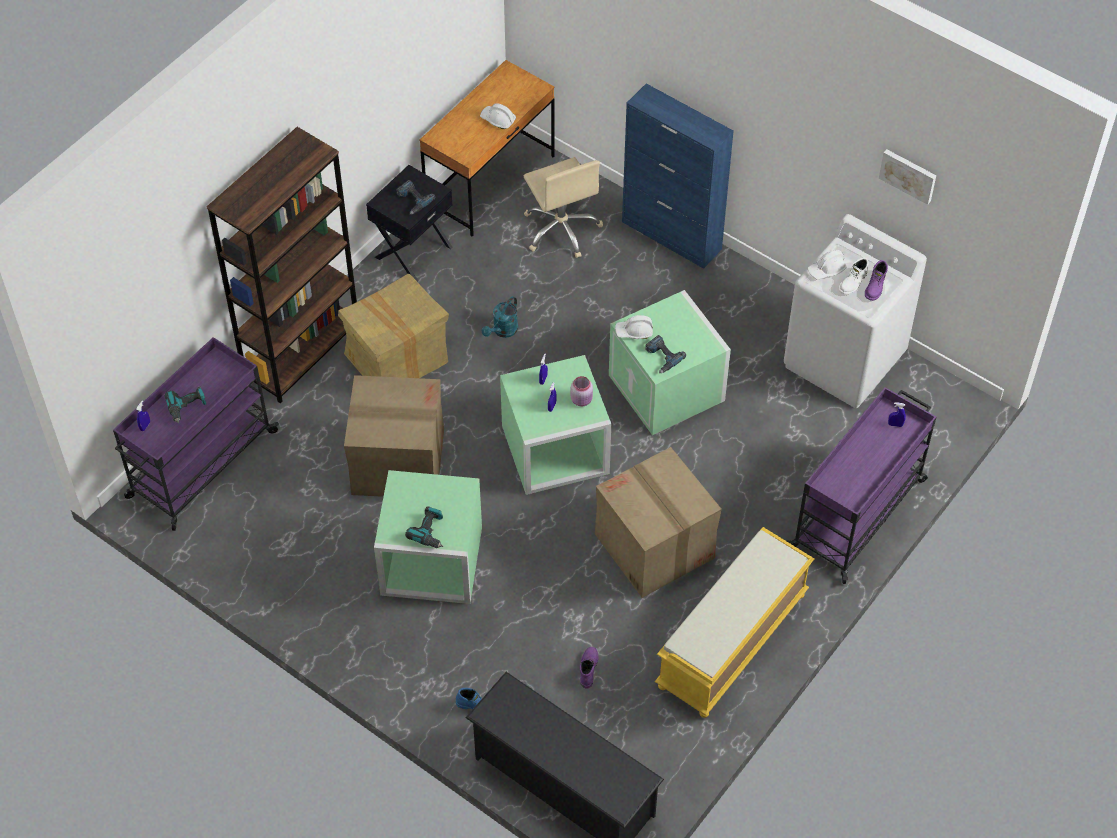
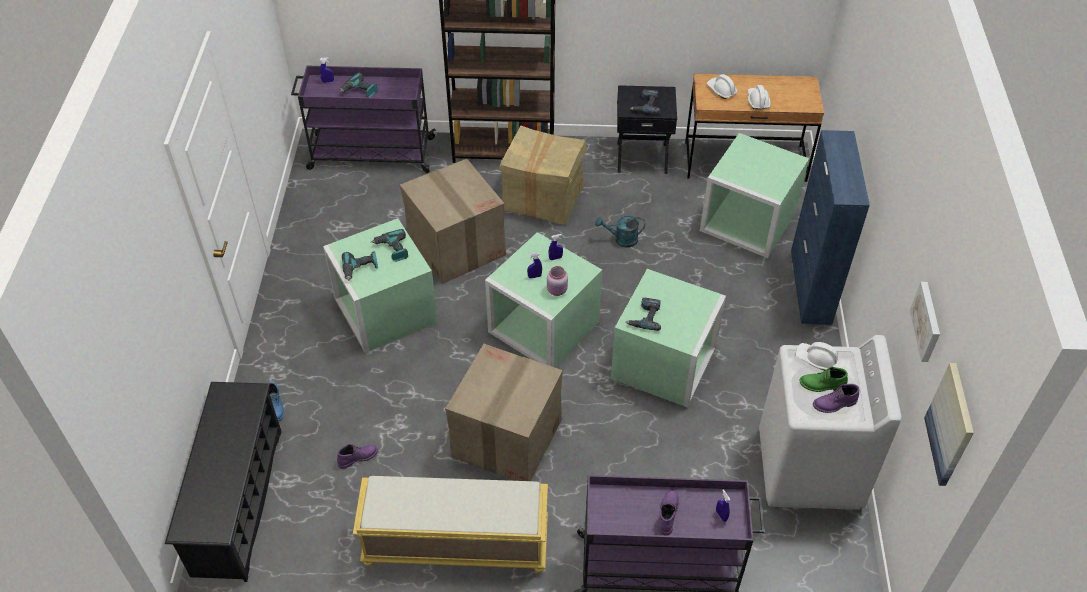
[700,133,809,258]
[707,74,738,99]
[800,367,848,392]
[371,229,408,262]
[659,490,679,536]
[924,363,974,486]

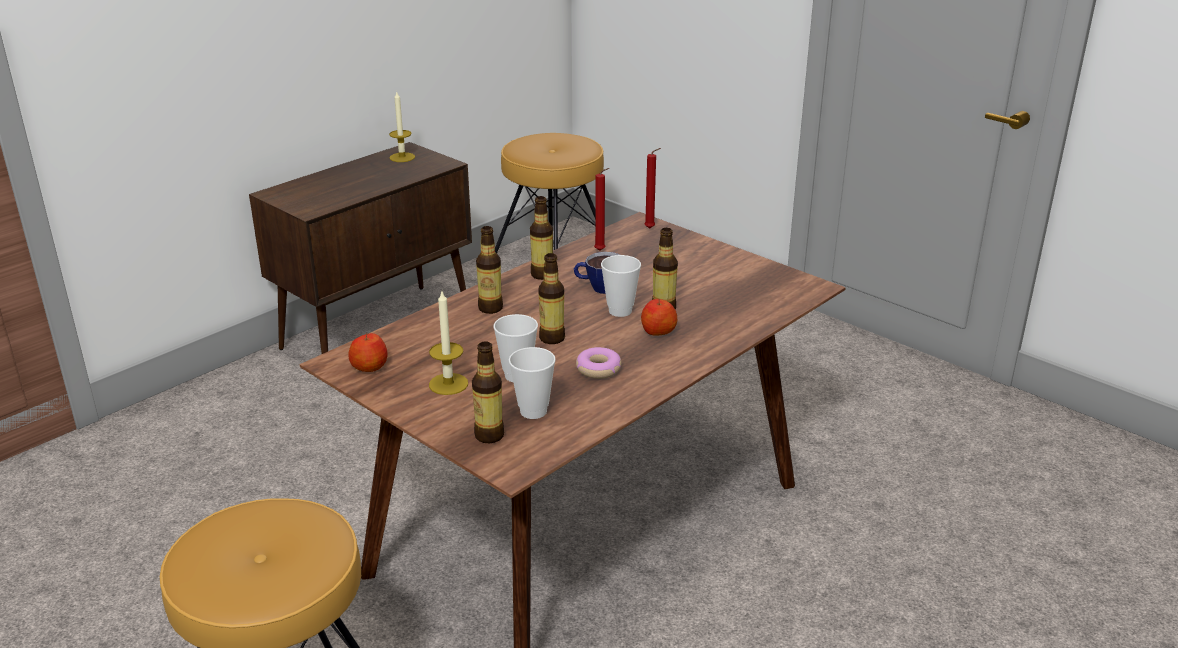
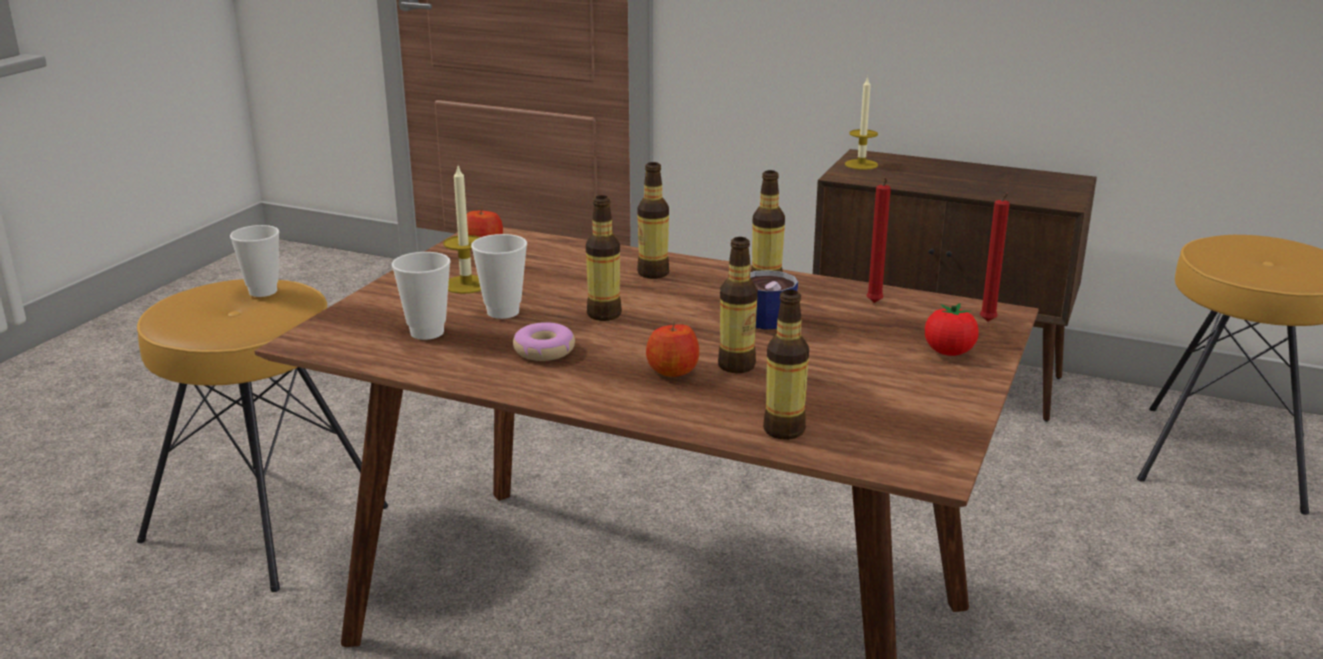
[845,76,878,170]
[763,290,809,440]
[230,225,279,297]
[925,303,979,356]

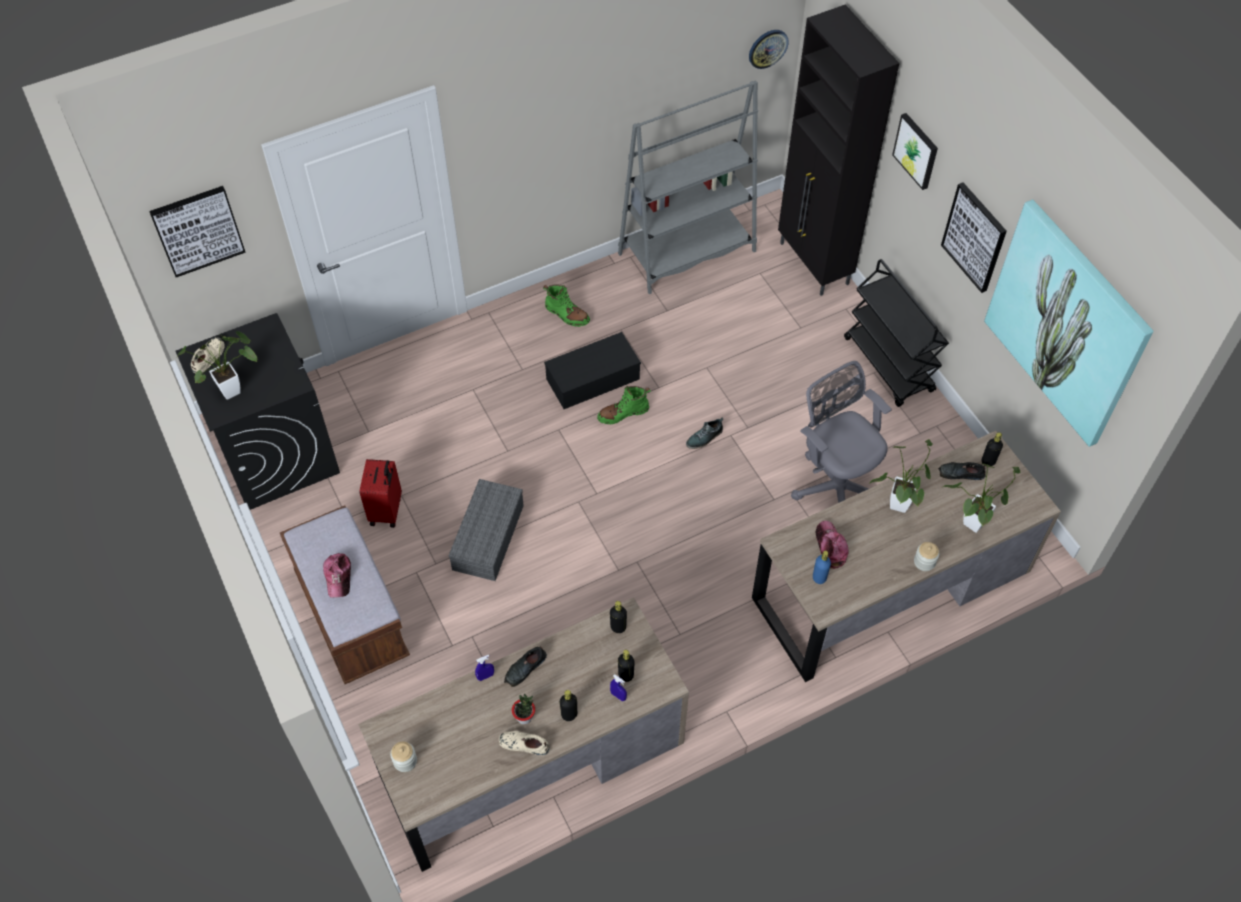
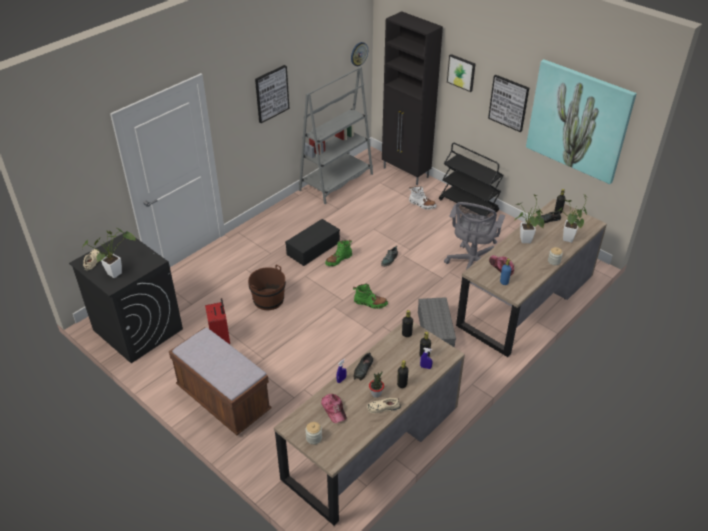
[255,65,289,123]
[321,394,347,423]
[418,297,456,348]
[353,284,388,309]
[444,202,505,270]
[248,265,286,310]
[409,186,437,210]

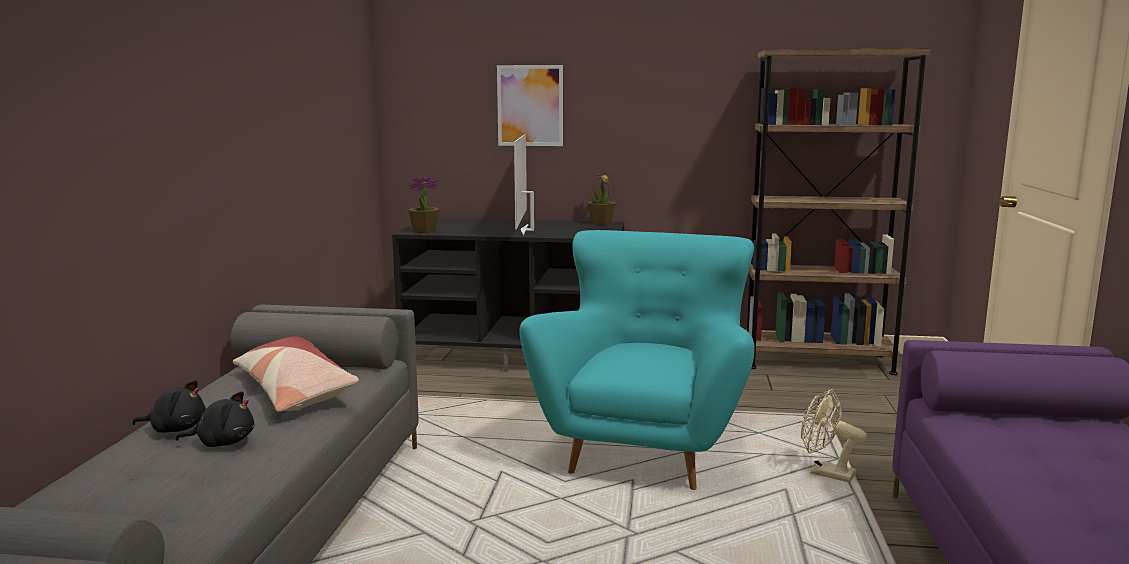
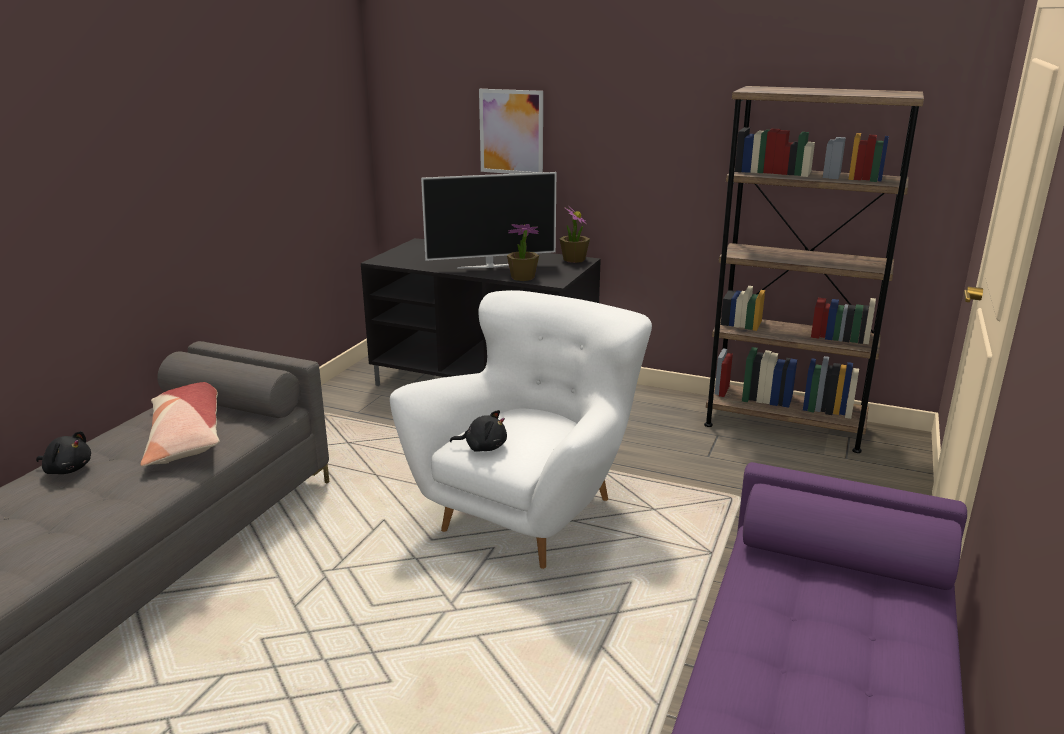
[450,410,507,452]
[507,224,539,281]
[421,172,556,268]
[390,290,652,569]
[801,389,867,483] (first image)

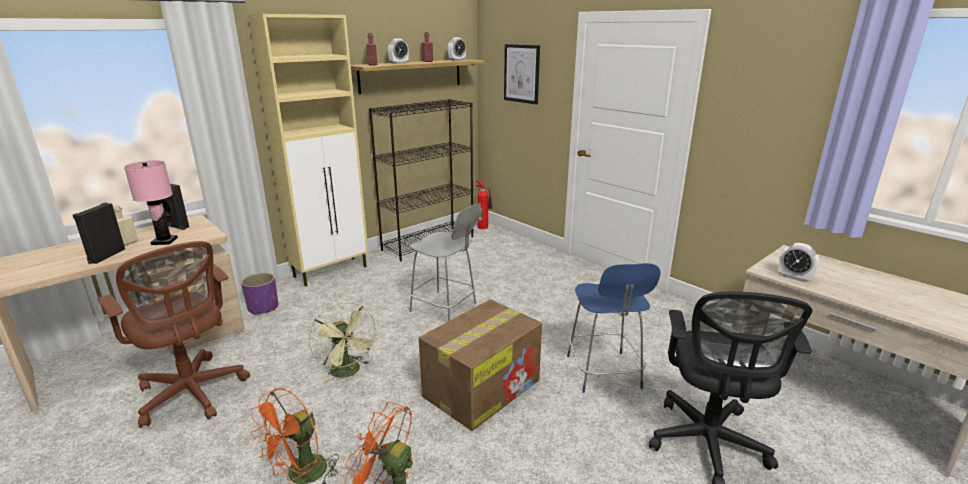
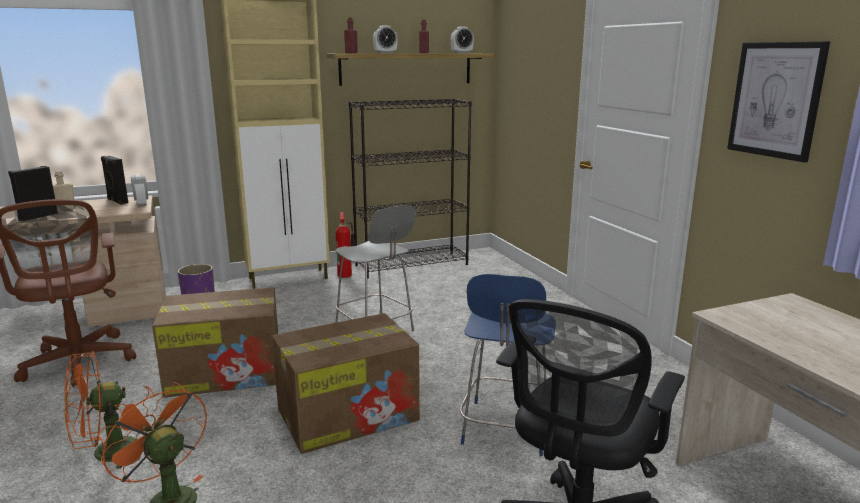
[124,161,178,245] (first image)
[152,287,278,398]
[336,212,356,278]
[727,41,830,163]
[131,174,148,207]

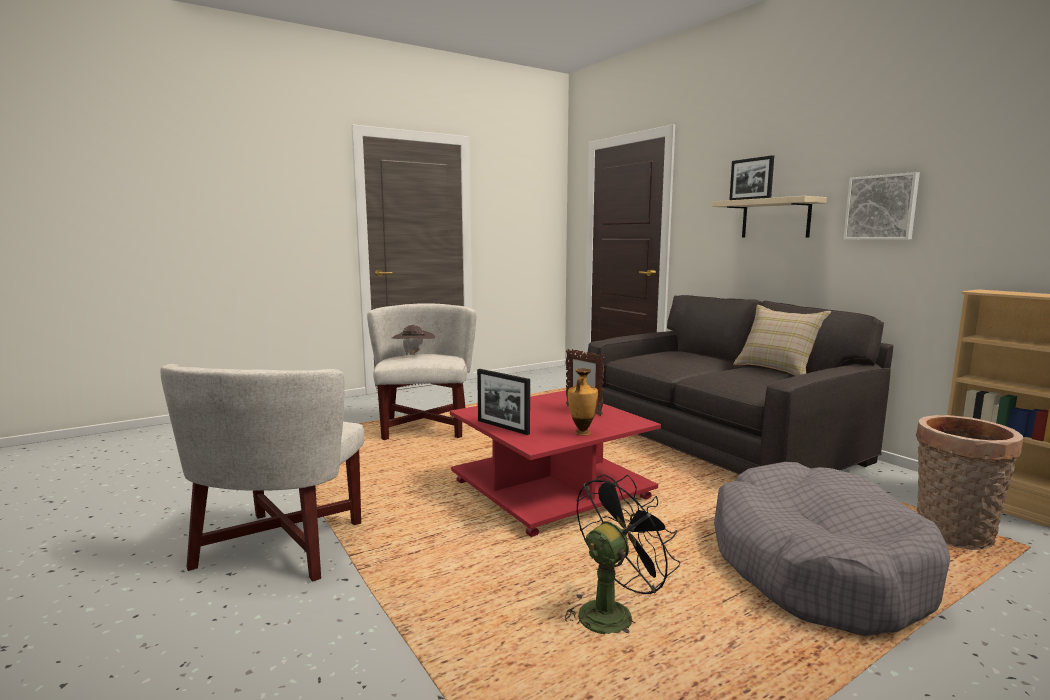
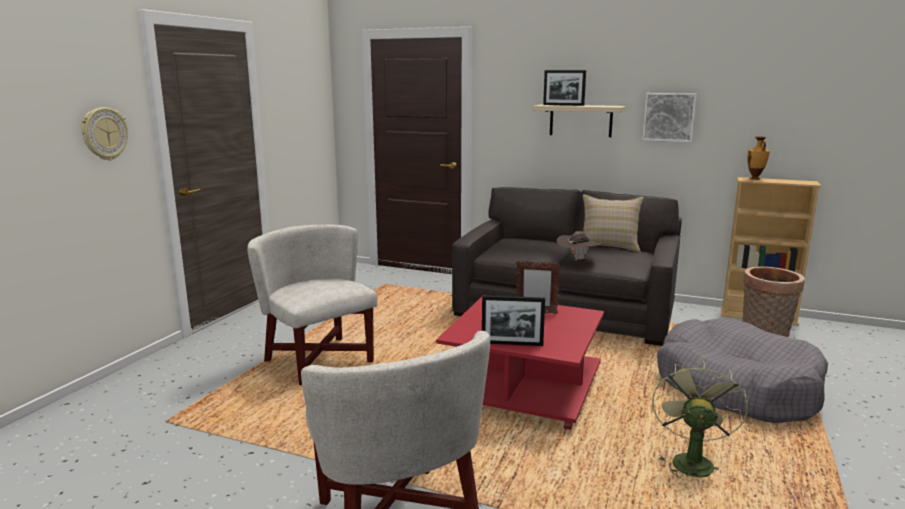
[557,231,602,261]
[652,360,748,478]
[747,136,770,180]
[81,107,128,160]

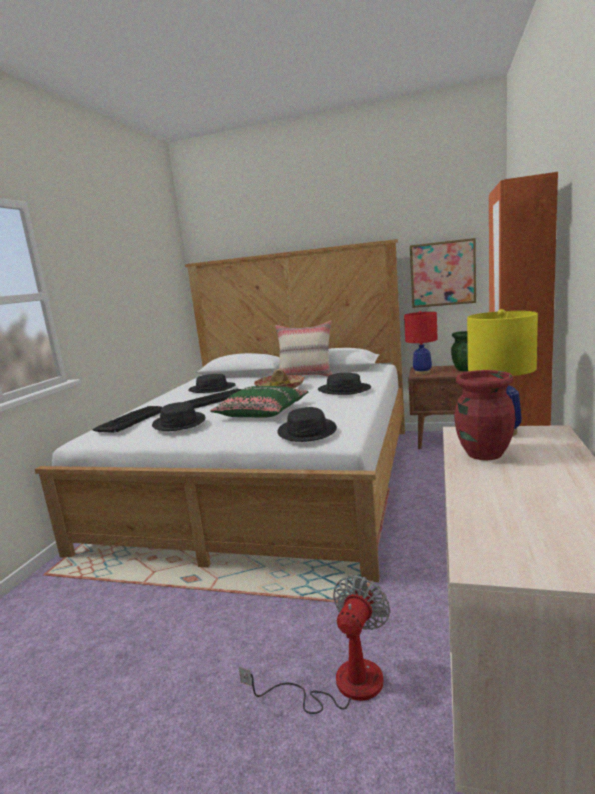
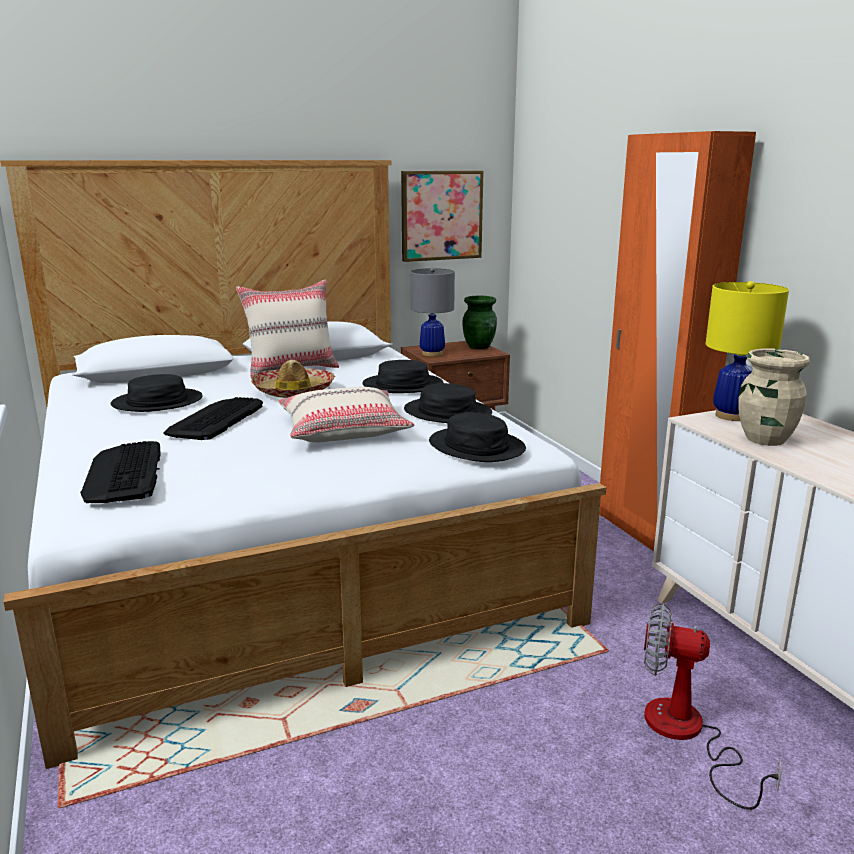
[404,383,492,423]
[278,387,415,442]
[644,603,782,810]
[410,267,455,357]
[738,348,810,446]

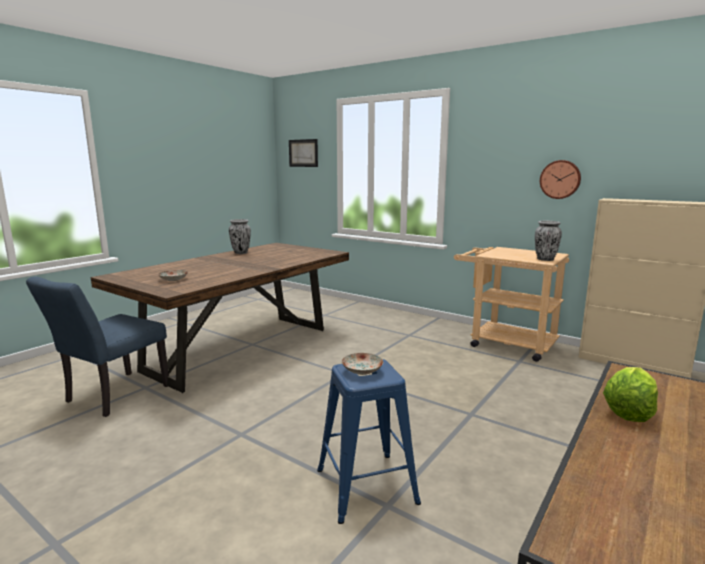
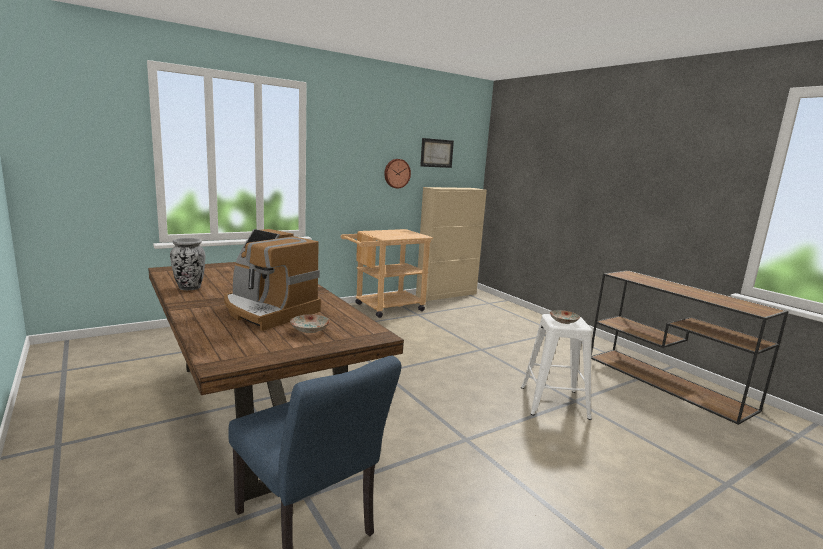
[420,138,454,168]
[521,314,592,420]
[535,221,562,261] (first image)
[603,367,658,422] (first image)
[224,229,321,331]

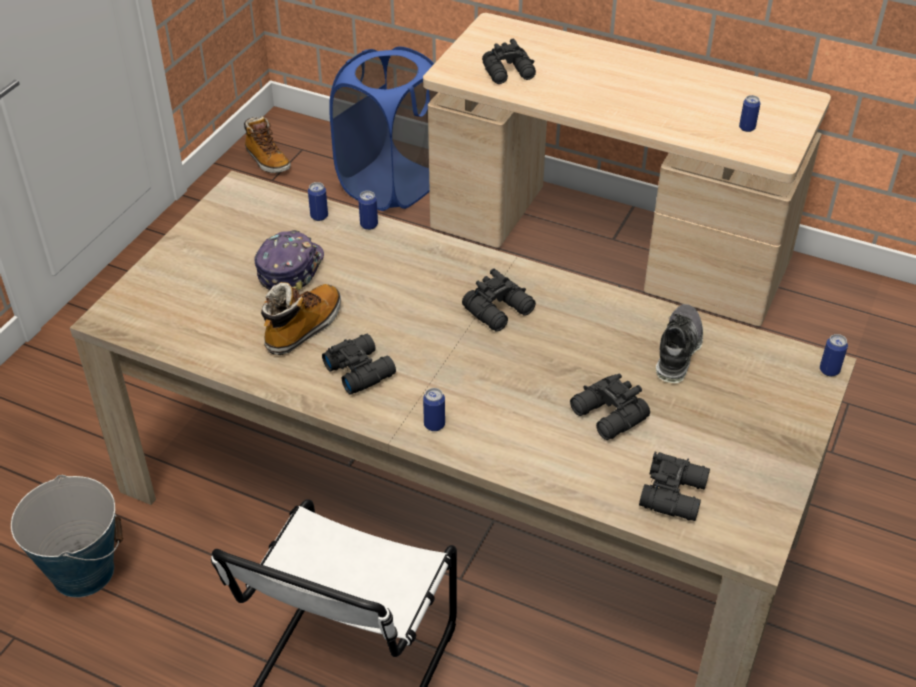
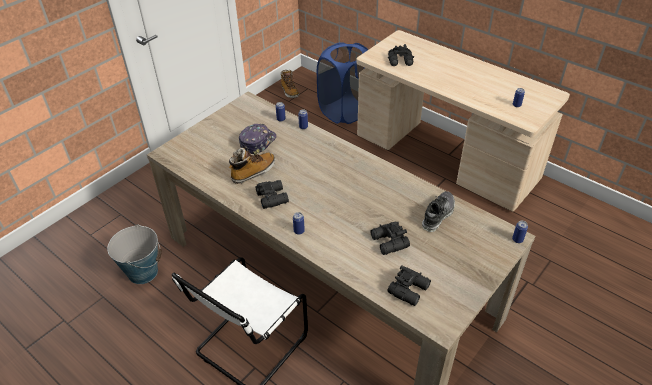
[462,268,536,332] (first image)

